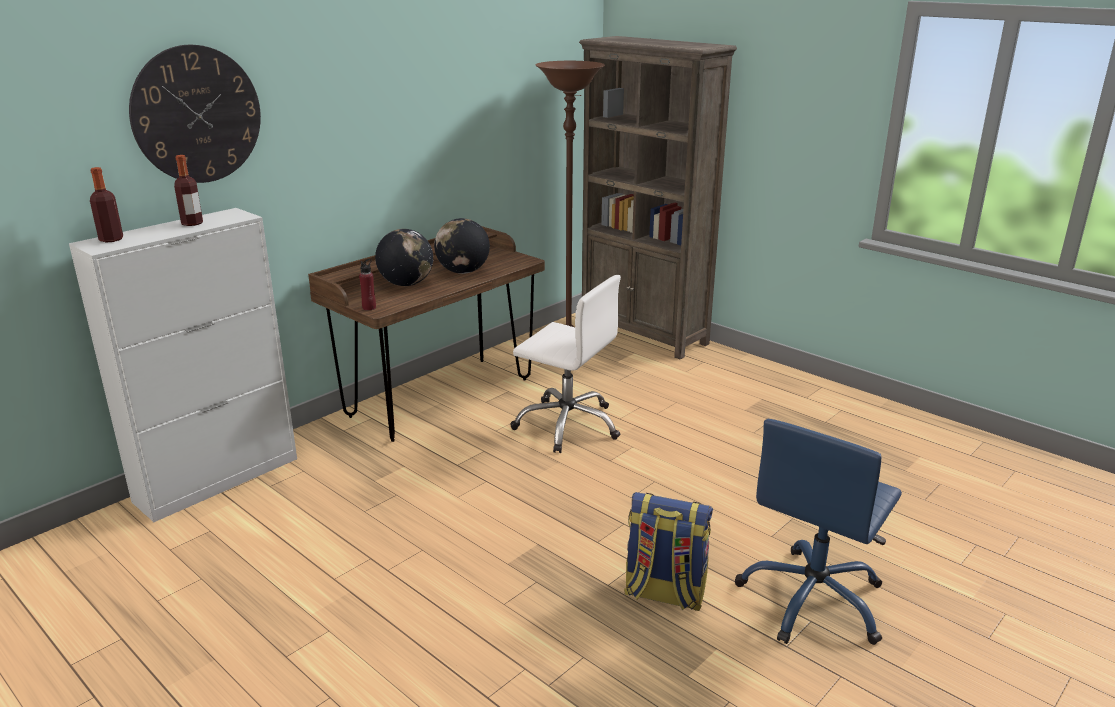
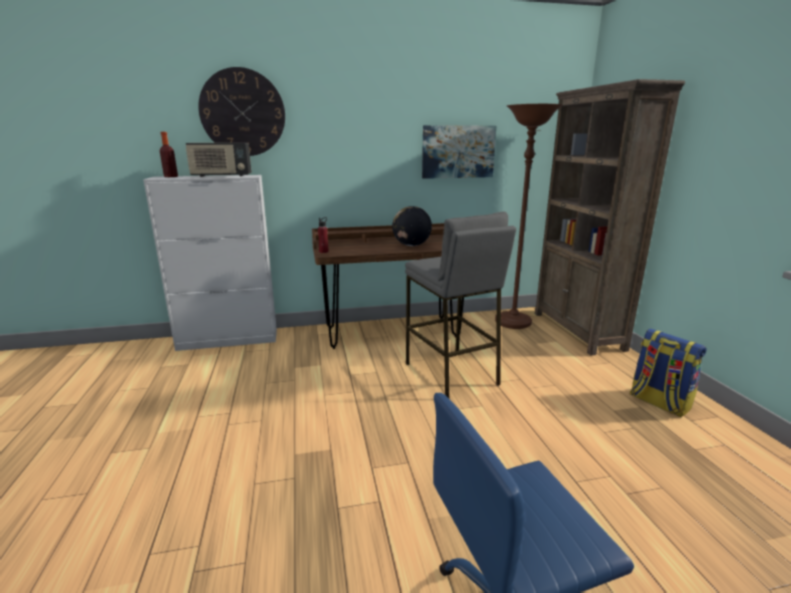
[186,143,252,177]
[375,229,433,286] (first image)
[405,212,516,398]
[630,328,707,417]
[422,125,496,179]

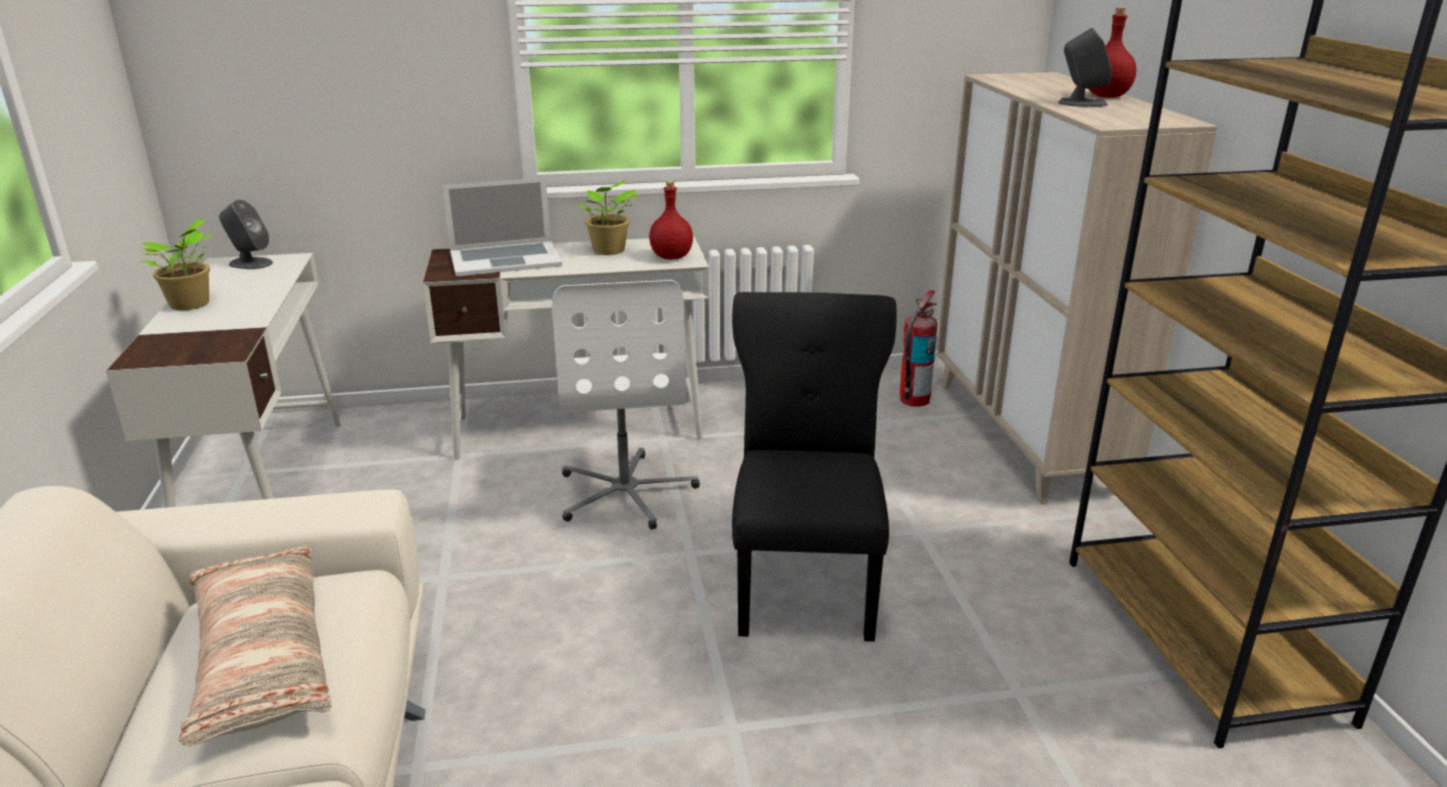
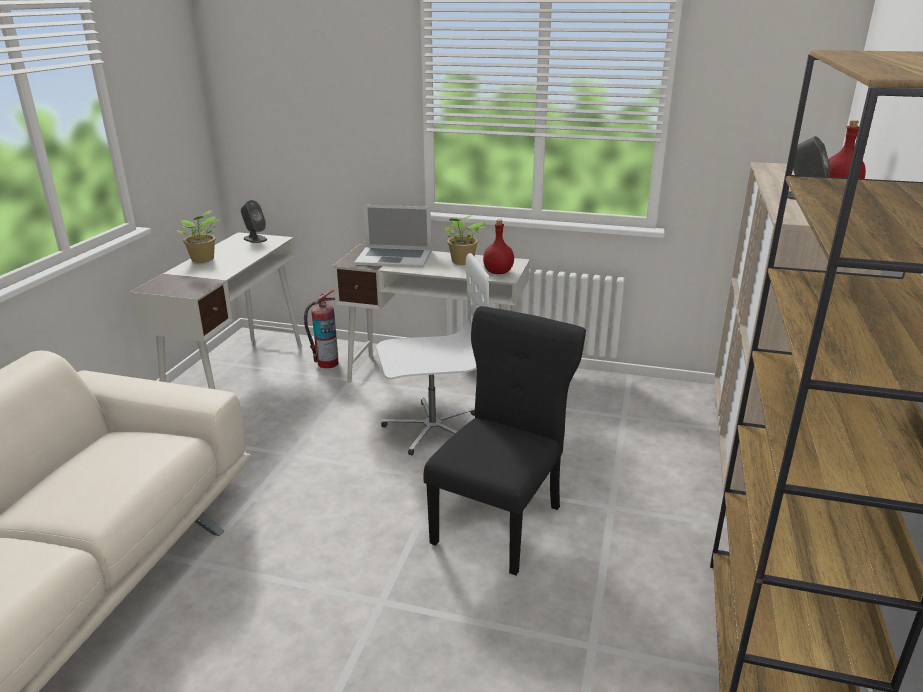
[179,545,332,746] (first image)
[376,253,489,455]
[304,289,338,368]

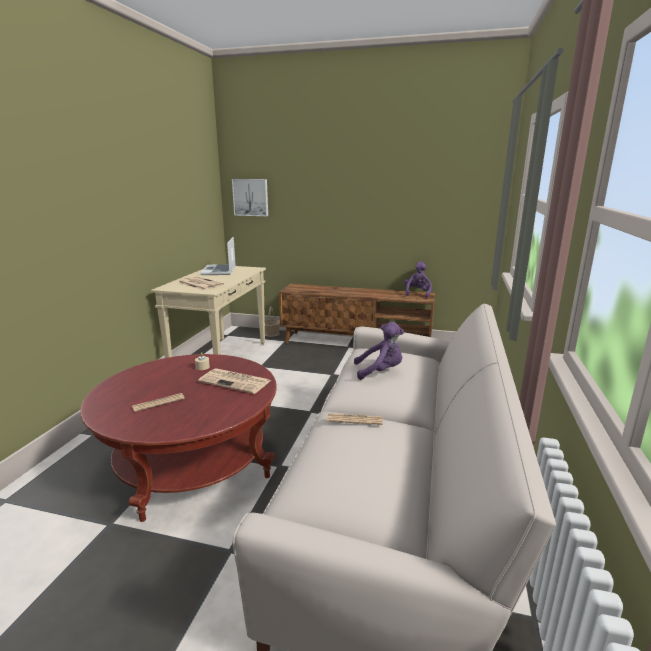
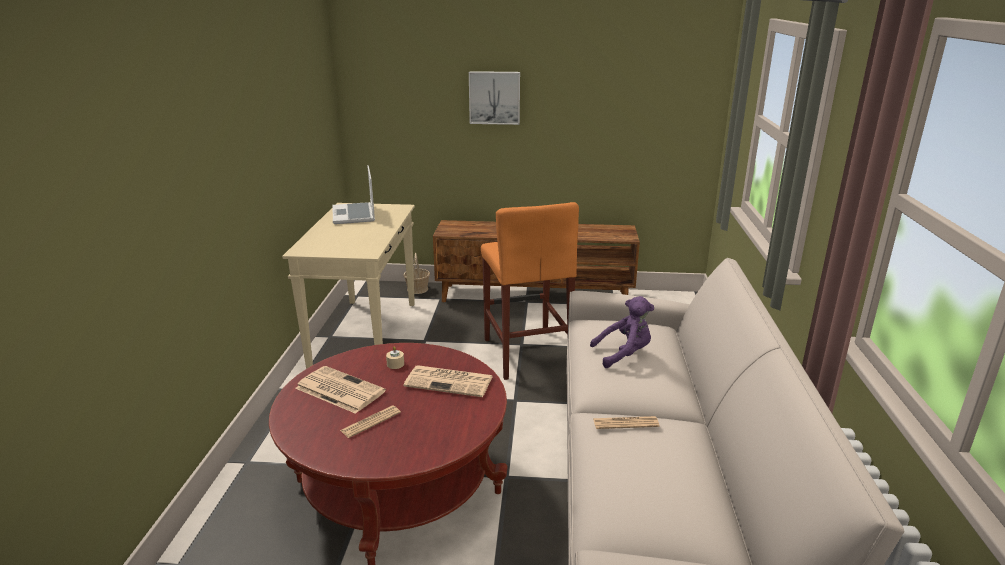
[295,366,386,414]
[469,71,520,125]
[404,261,432,298] (first image)
[481,202,579,380]

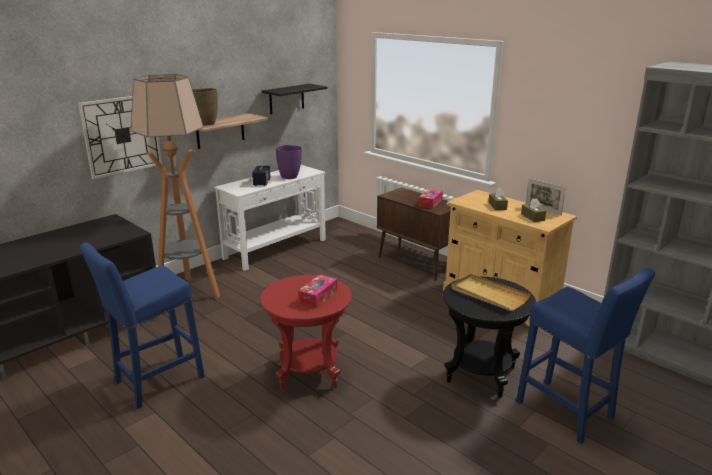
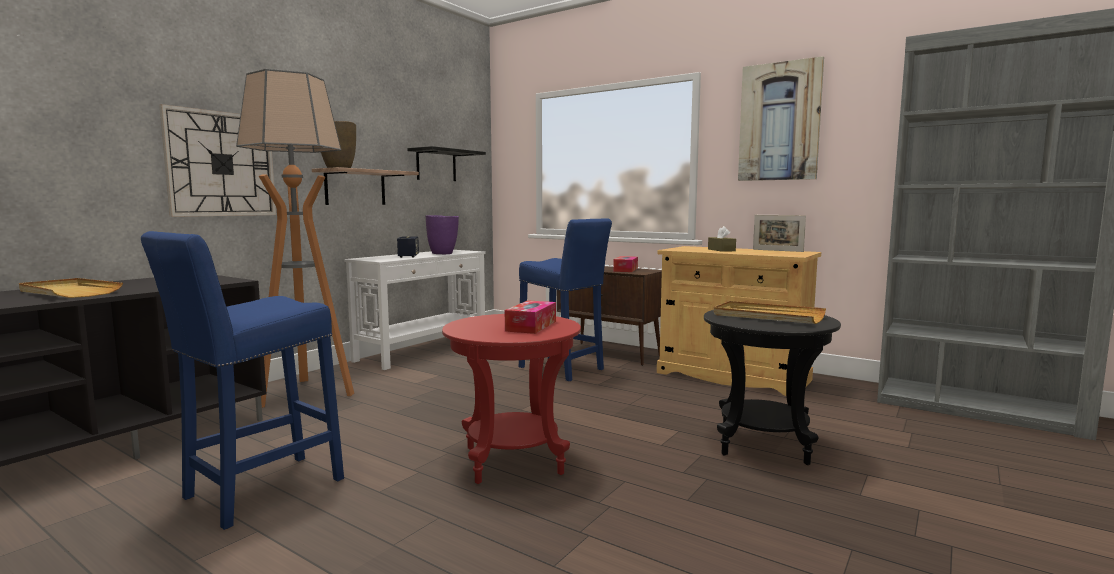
[519,218,612,381]
[521,198,546,222] (first image)
[19,278,123,298]
[738,56,824,181]

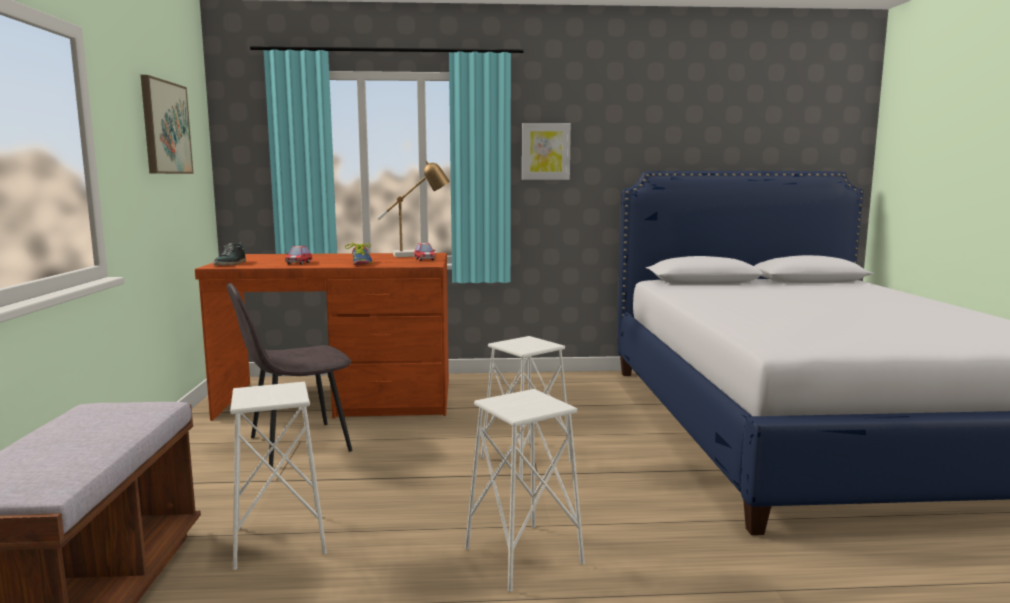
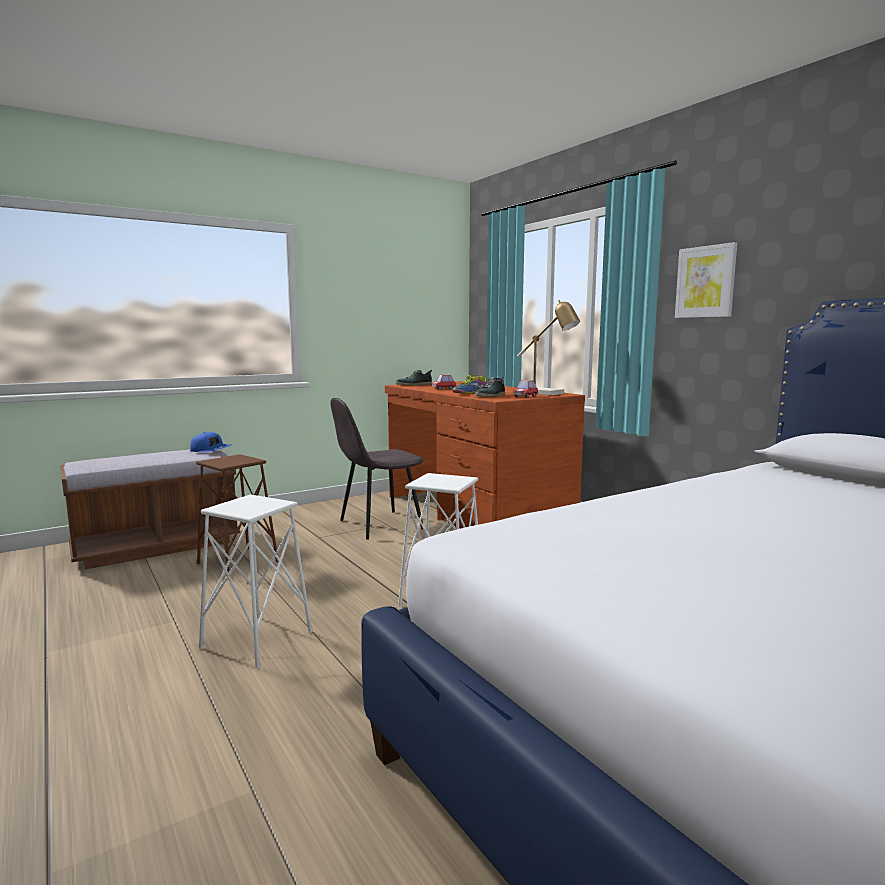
[141,75,193,174] (first image)
[330,398,423,540]
[196,454,278,576]
[190,432,232,452]
[475,377,505,397]

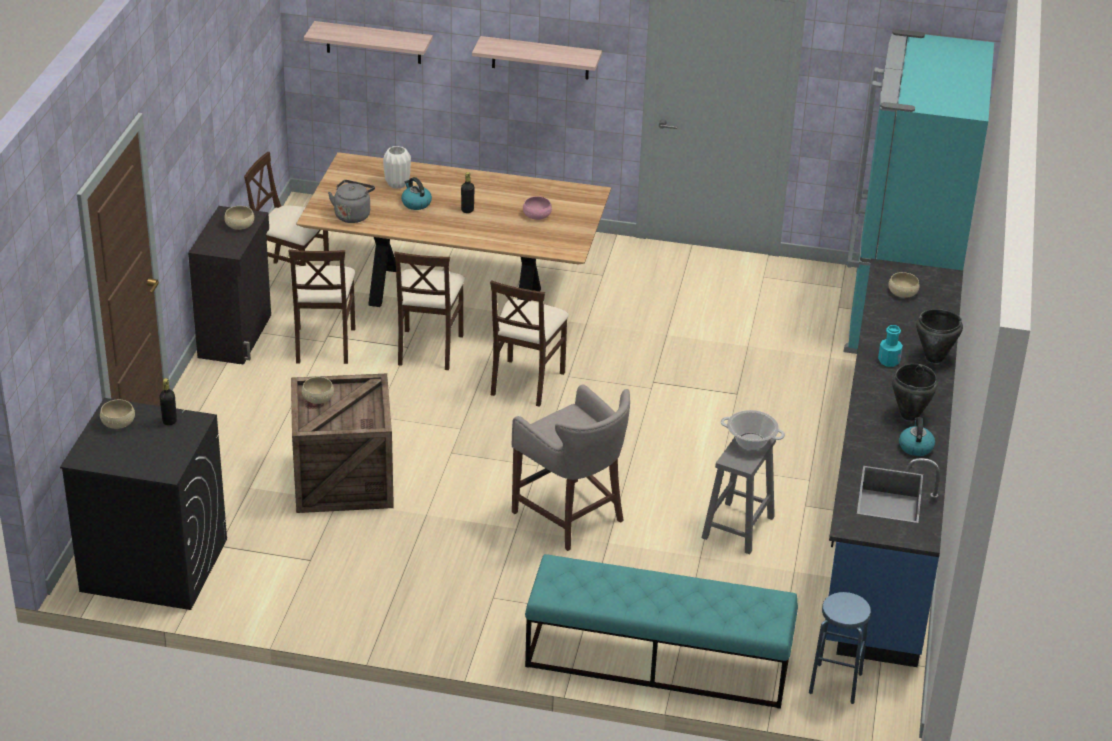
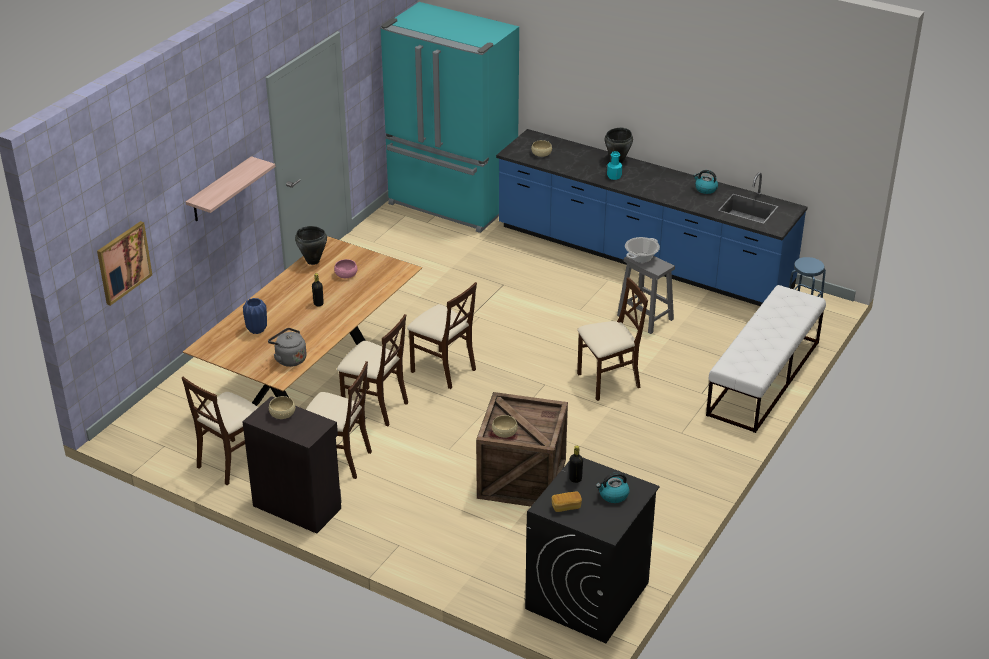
[552,491,582,512]
[97,221,152,306]
[243,298,267,334]
[596,472,630,503]
[577,277,648,401]
[706,285,826,433]
[295,226,327,265]

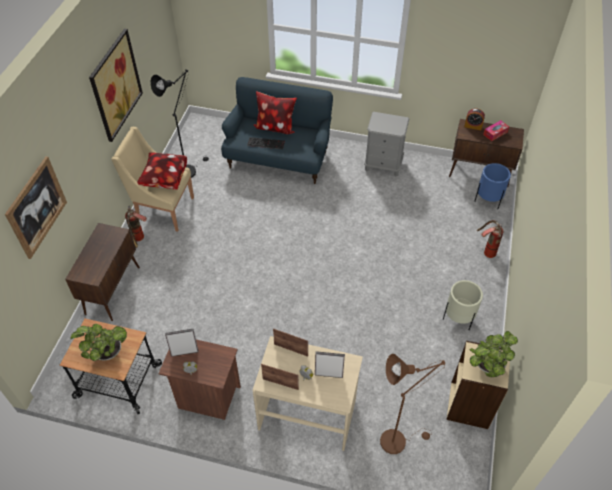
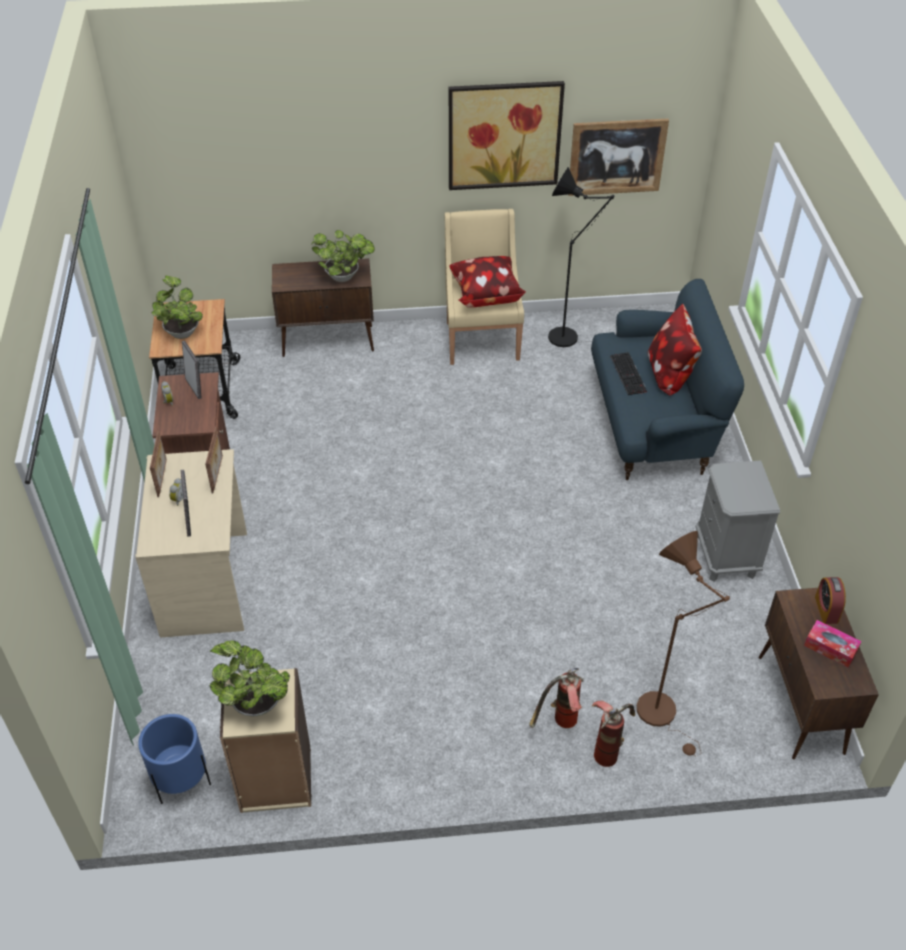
[568,119,669,196]
[529,668,584,728]
[637,531,730,755]
[443,280,483,330] (first image)
[138,714,211,804]
[311,230,375,282]

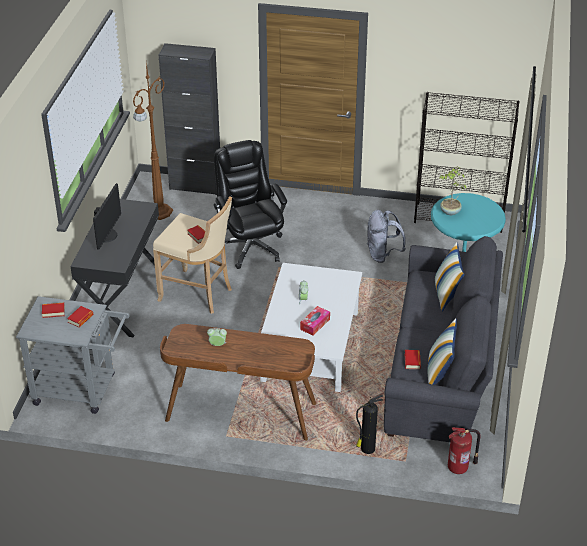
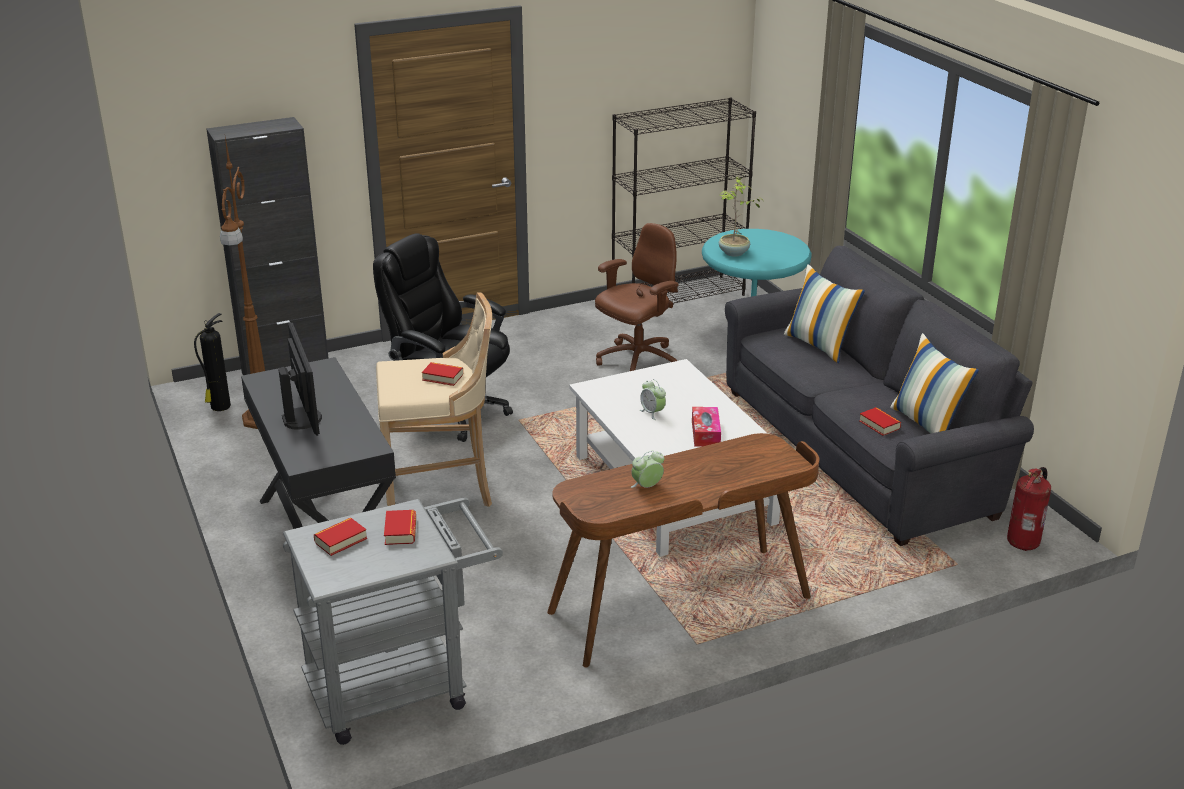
[194,313,231,411]
[595,223,679,371]

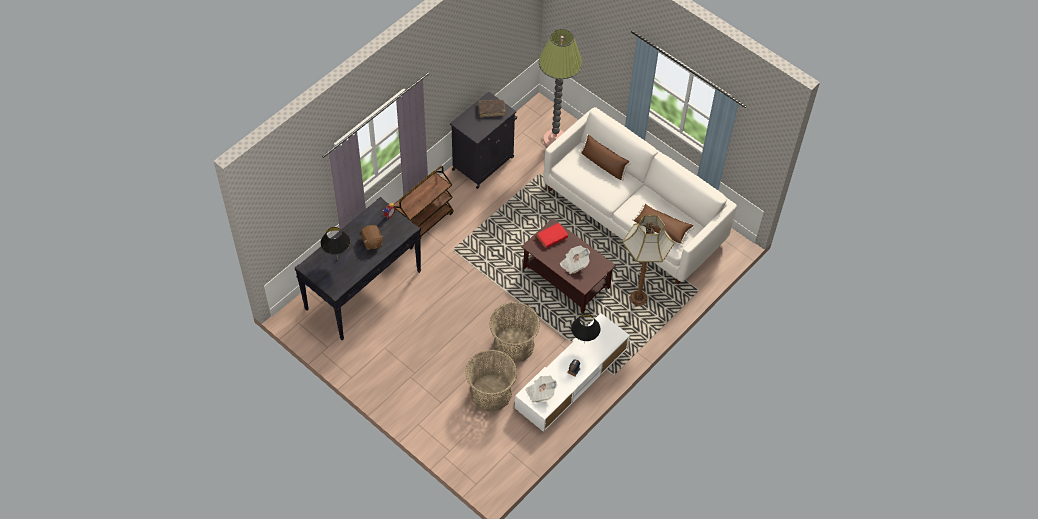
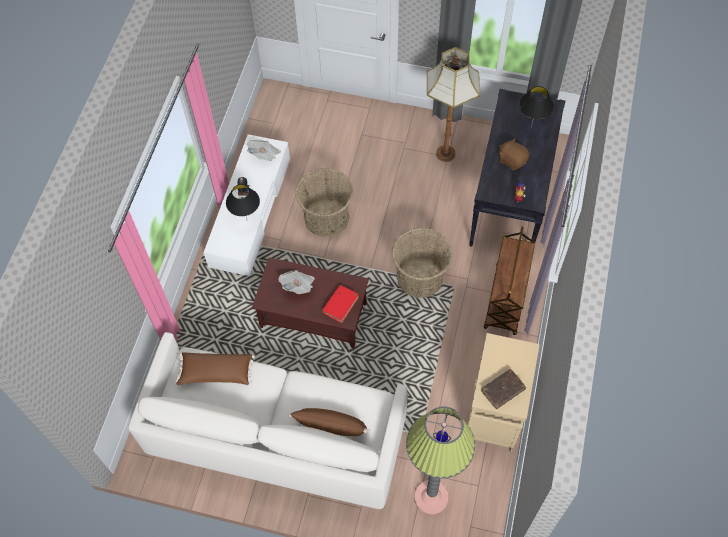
[468,333,540,453]
[392,228,452,298]
[427,47,480,162]

